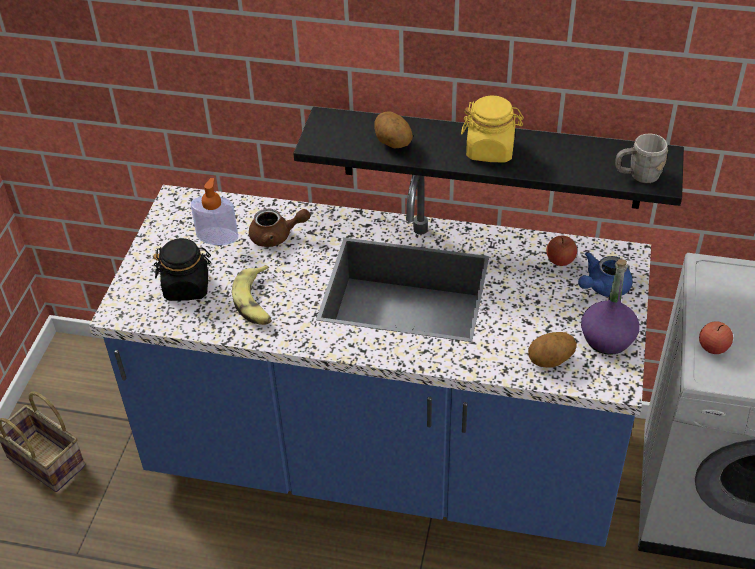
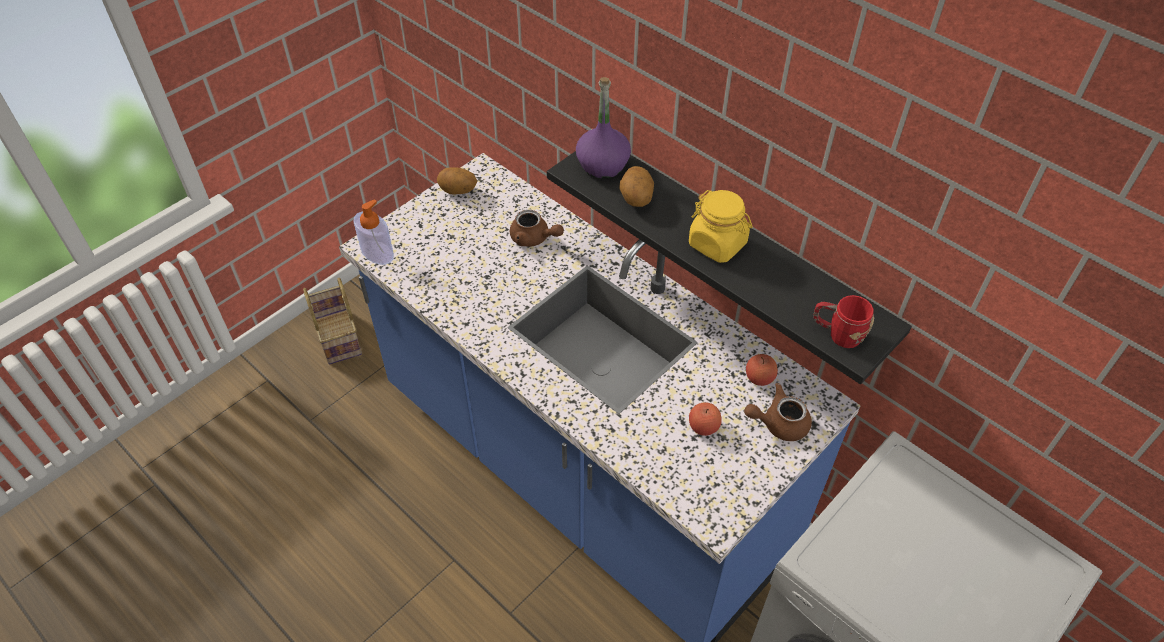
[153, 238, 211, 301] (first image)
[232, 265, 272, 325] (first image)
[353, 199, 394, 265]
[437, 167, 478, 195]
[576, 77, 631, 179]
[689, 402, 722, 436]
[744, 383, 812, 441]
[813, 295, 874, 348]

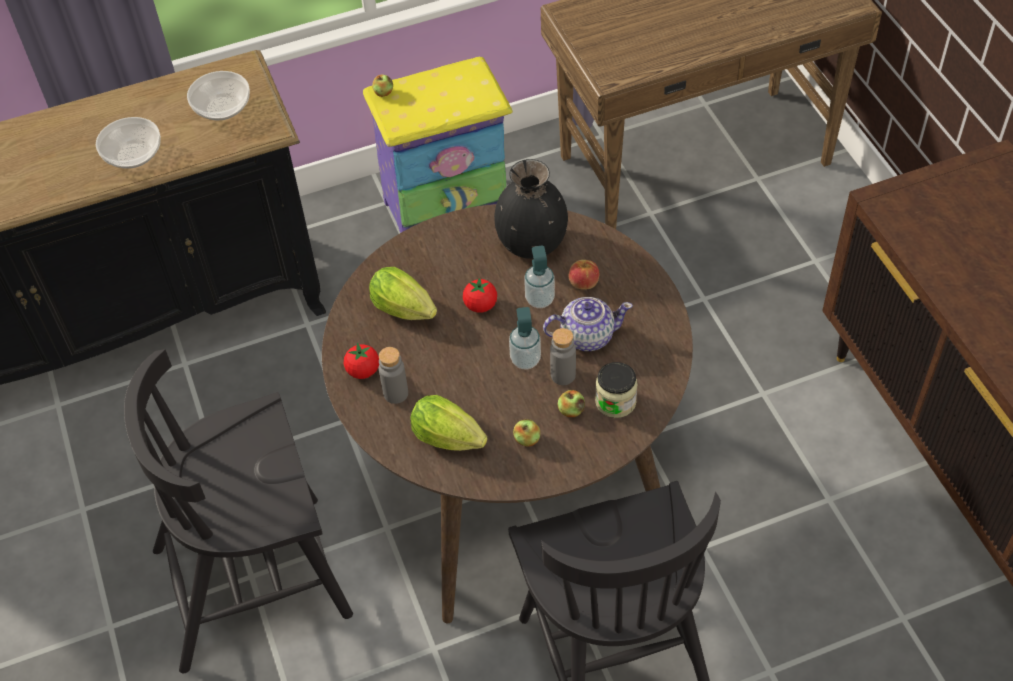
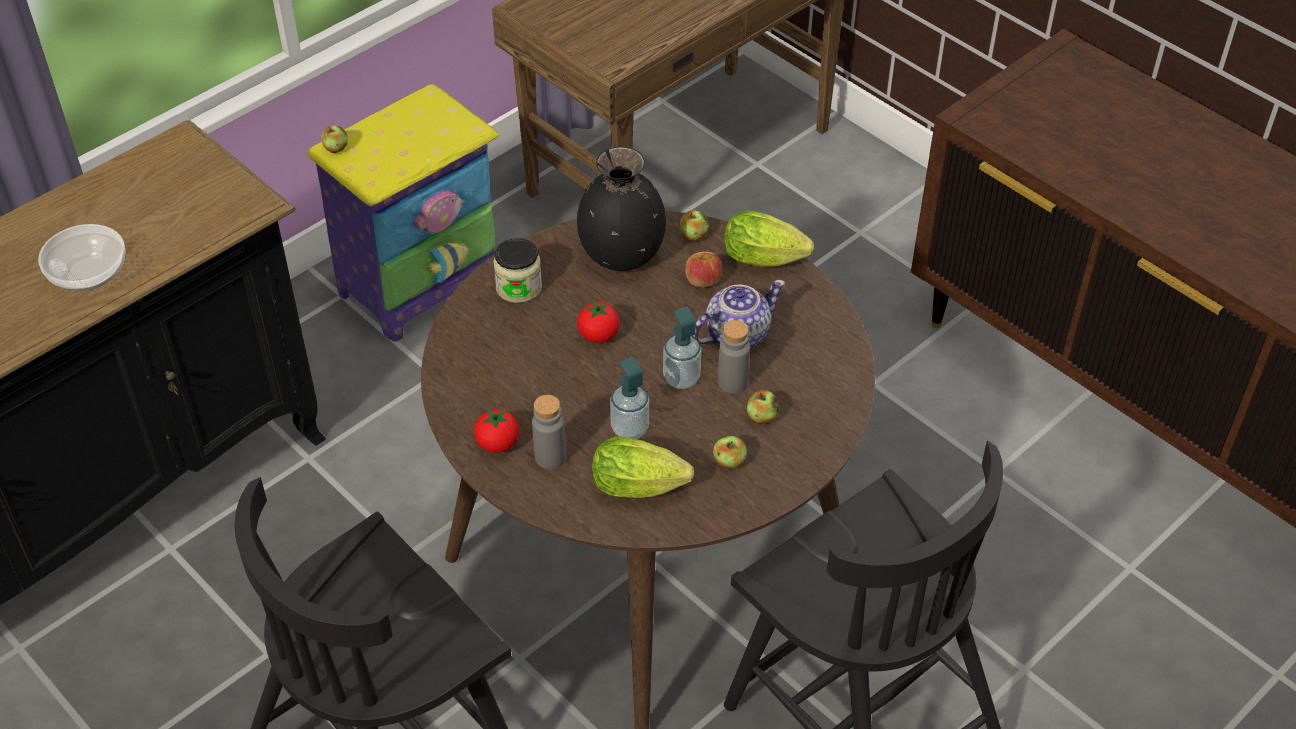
[187, 71, 250, 120] (first image)
[680, 211, 709, 241]
[724, 210, 814, 267]
[610, 357, 649, 439]
[493, 238, 542, 303]

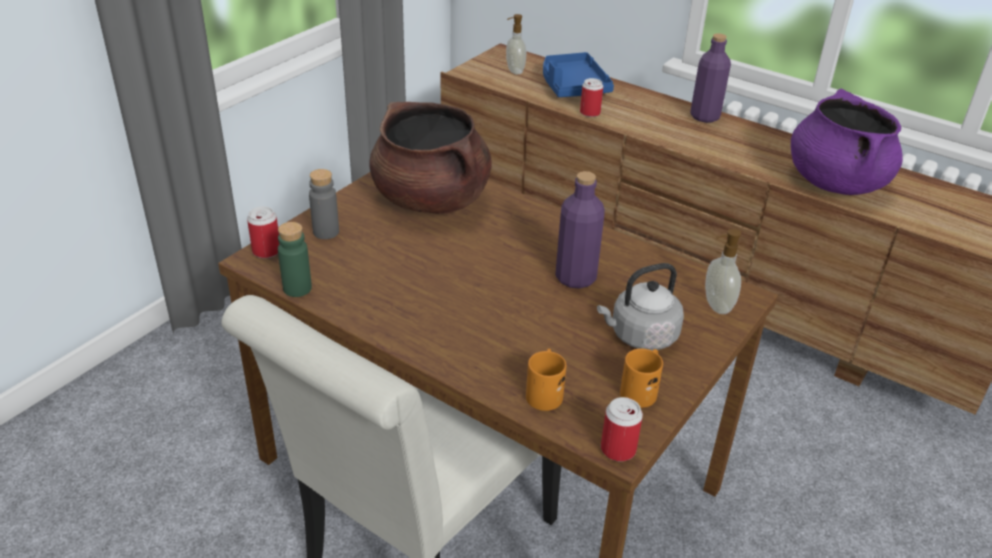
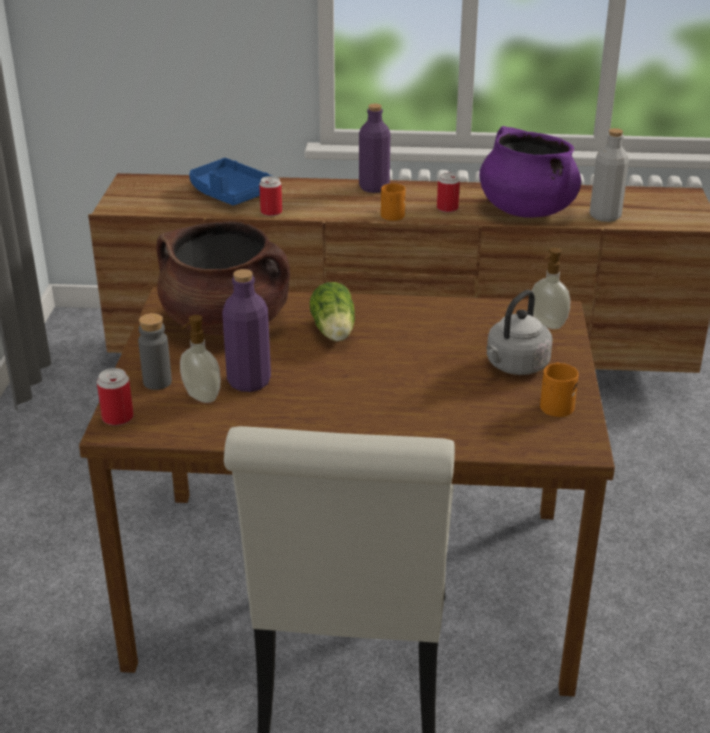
[278, 222, 312, 297] (first image)
[310, 282, 355, 342]
[590, 128, 629, 222]
[180, 315, 221, 403]
[381, 183, 406, 221]
[222, 269, 271, 392]
[437, 173, 460, 213]

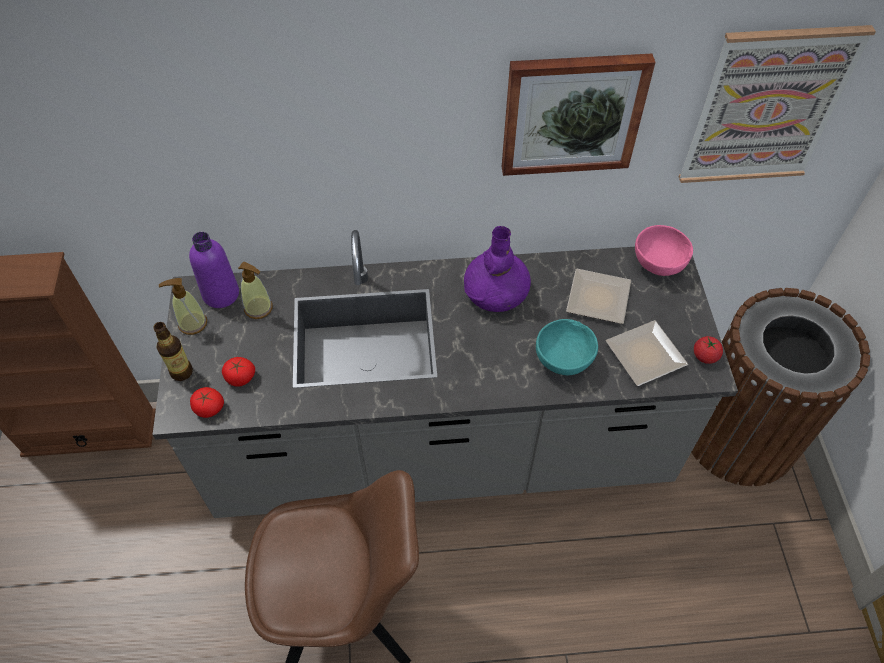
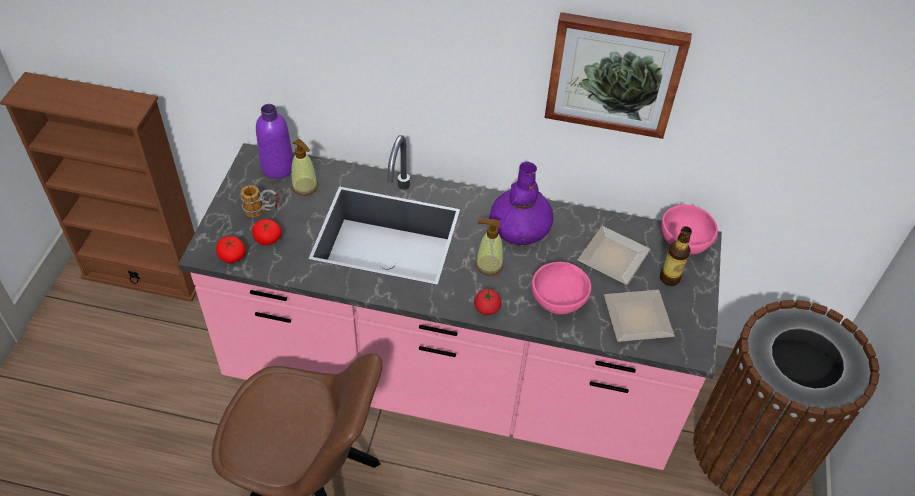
[679, 25, 876, 183] (first image)
[241, 185, 280, 217]
[660, 226, 692, 286]
[475, 219, 504, 275]
[474, 289, 501, 315]
[178, 135, 722, 470]
[531, 262, 591, 315]

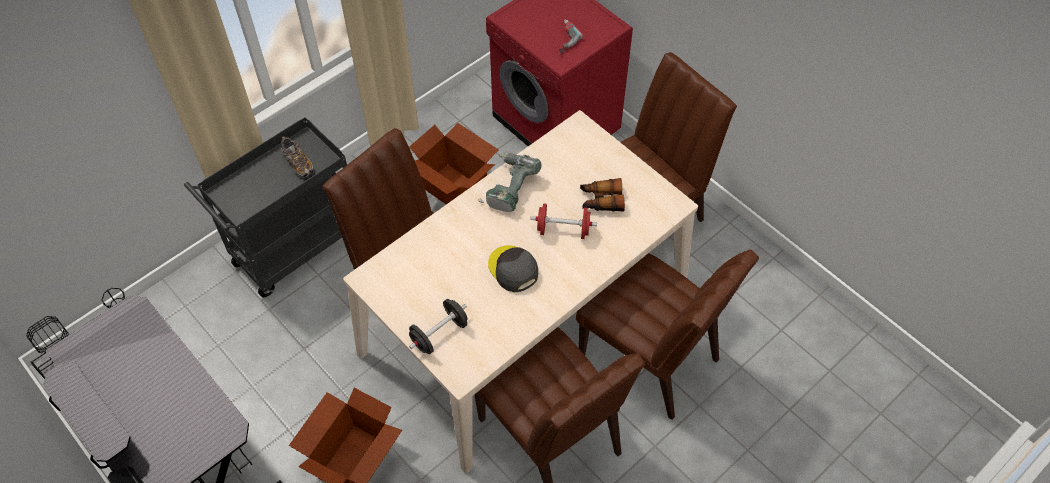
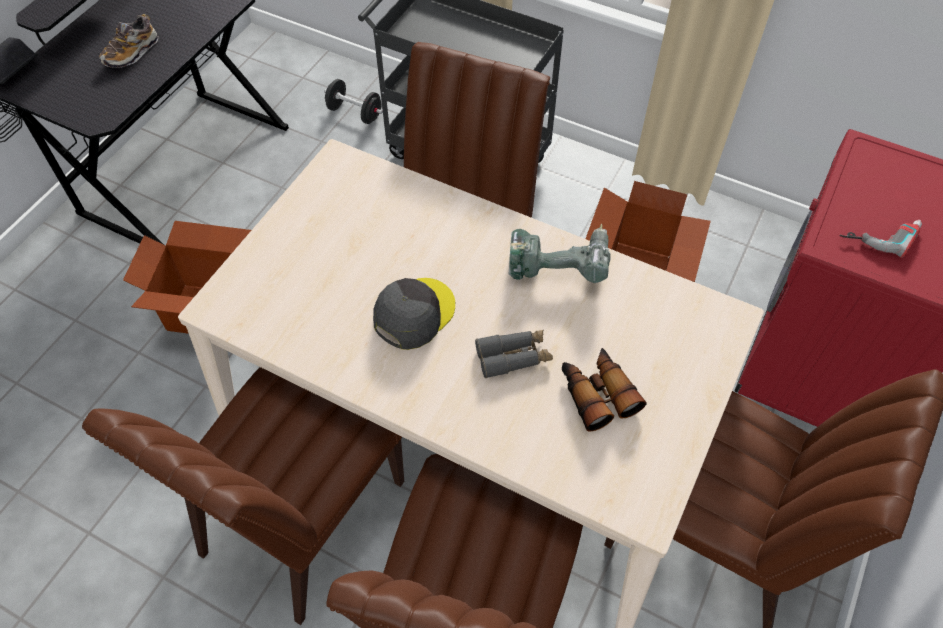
[99, 14, 159, 68]
[324, 79, 383, 124]
[475, 330, 553, 378]

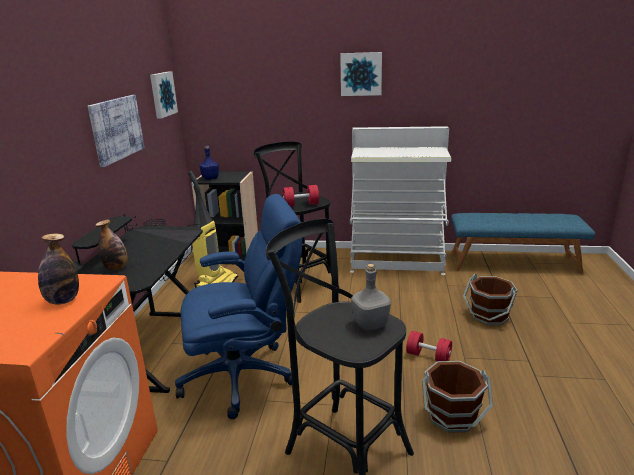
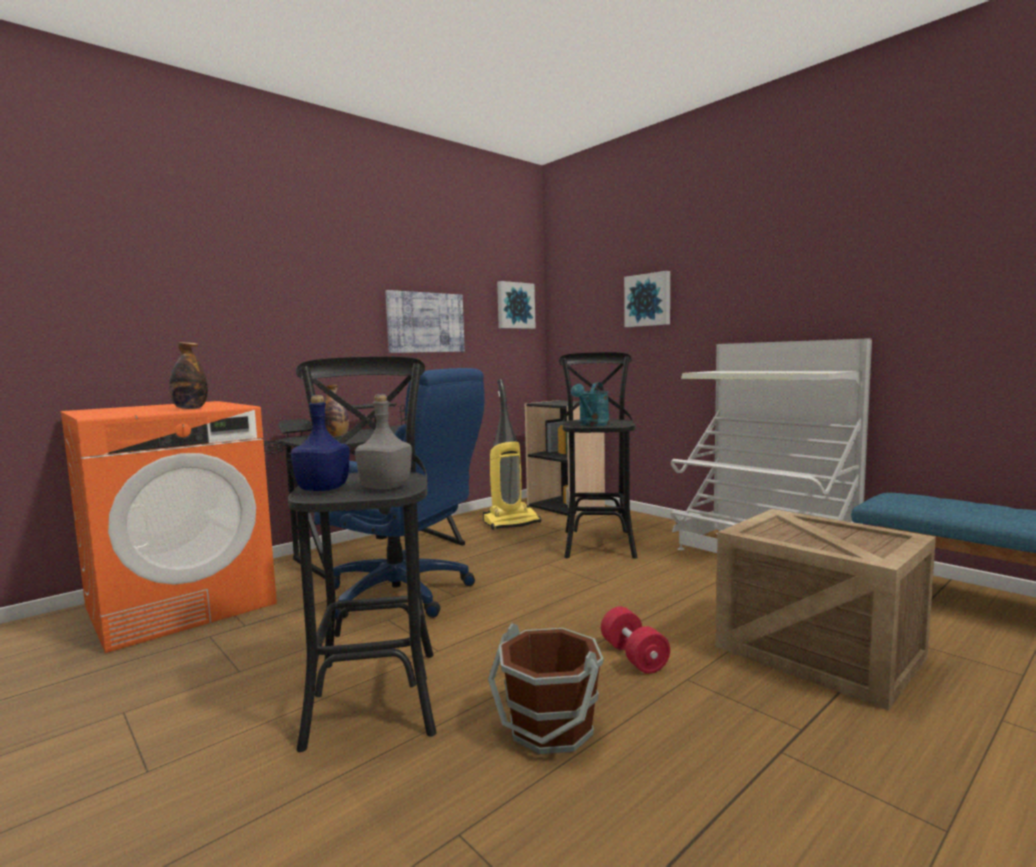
[291, 395, 350, 491]
[624, 271, 670, 327]
[571, 382, 610, 426]
[716, 509, 936, 710]

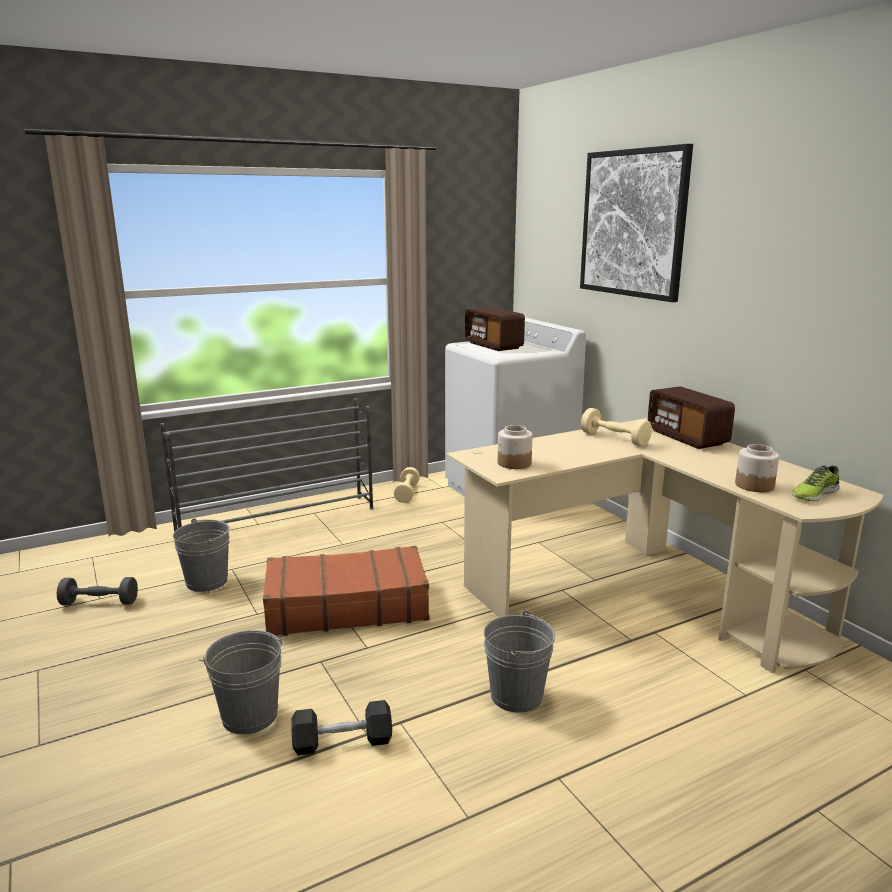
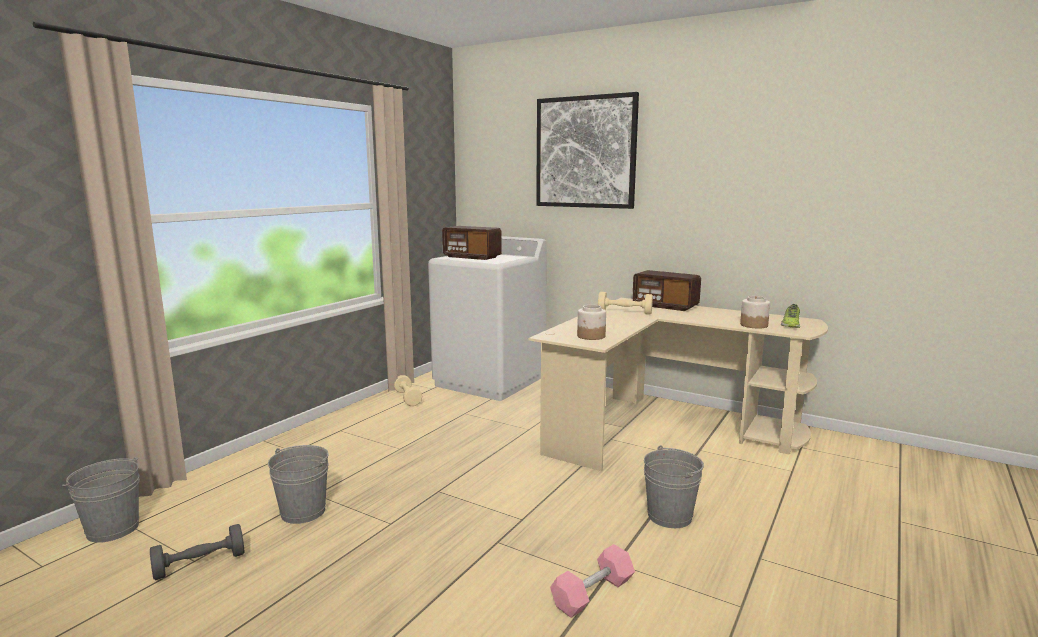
[160, 398, 373, 532] (first image)
[263, 546, 429, 636] (first image)
[62, 457, 140, 543]
[550, 544, 635, 618]

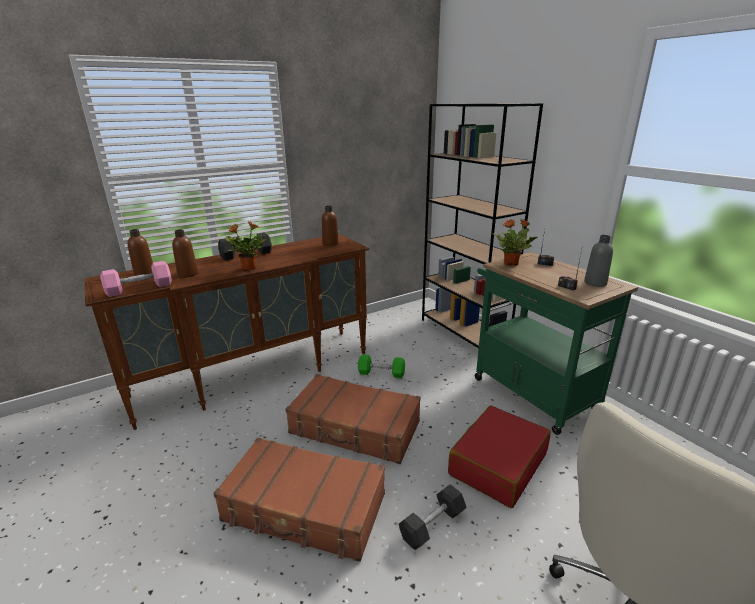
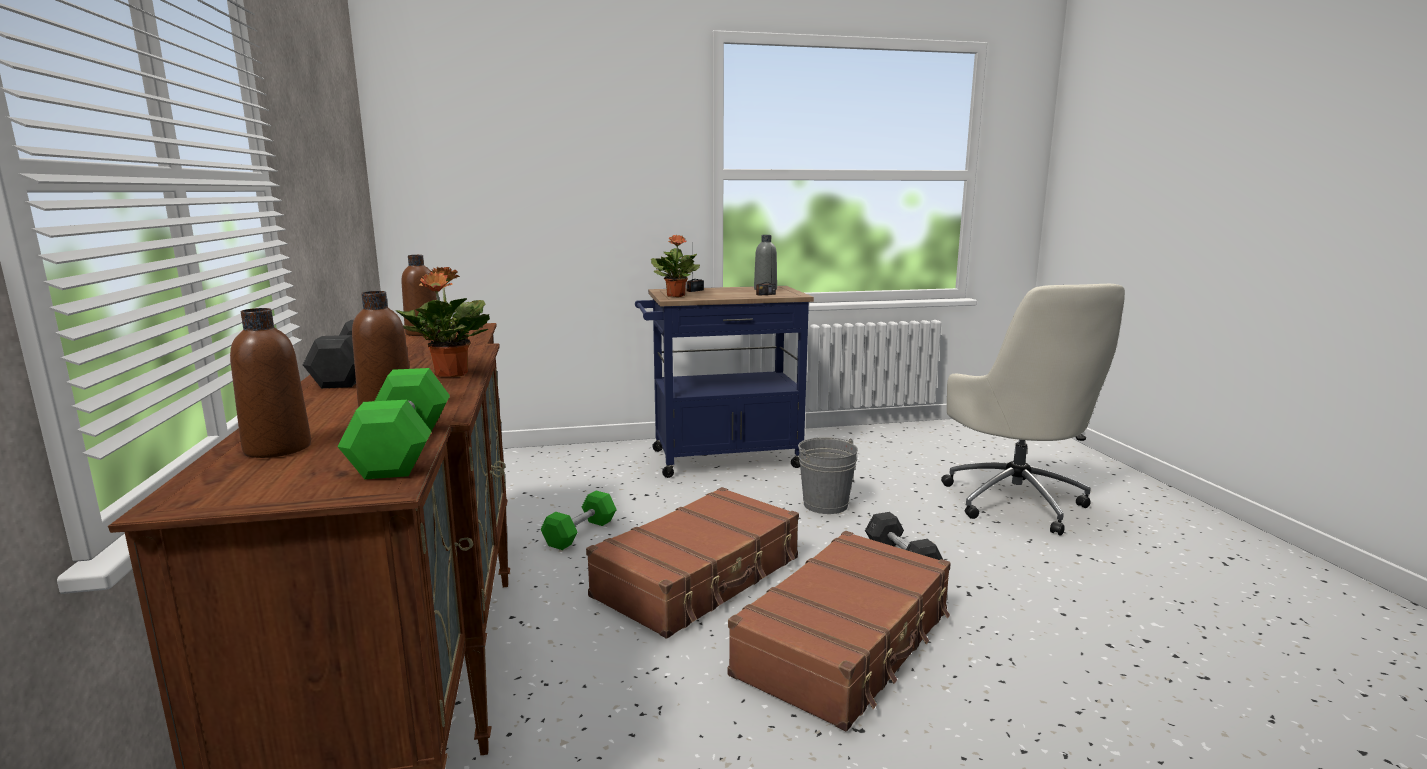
[422, 103, 543, 348] (first image)
[798, 437, 858, 514]
[338, 368, 450, 479]
[635, 286, 814, 478]

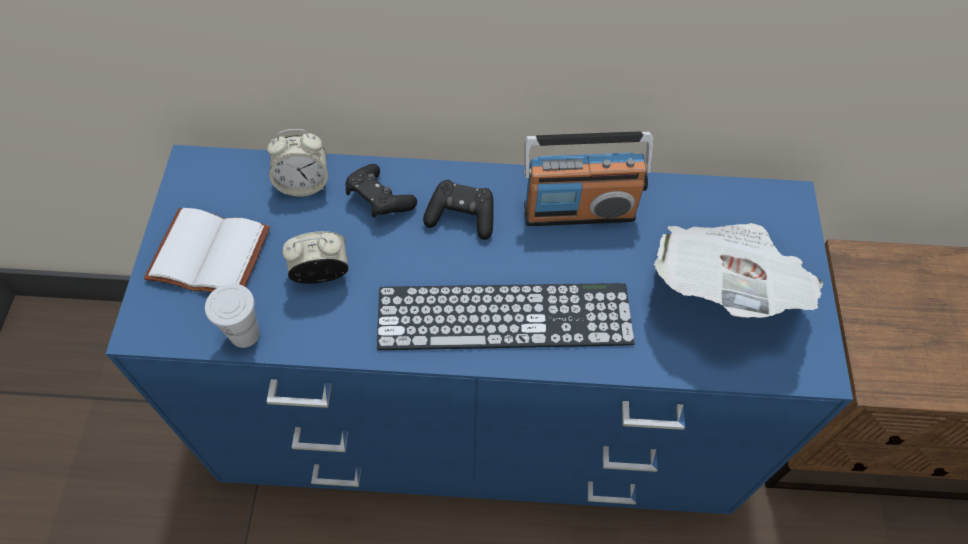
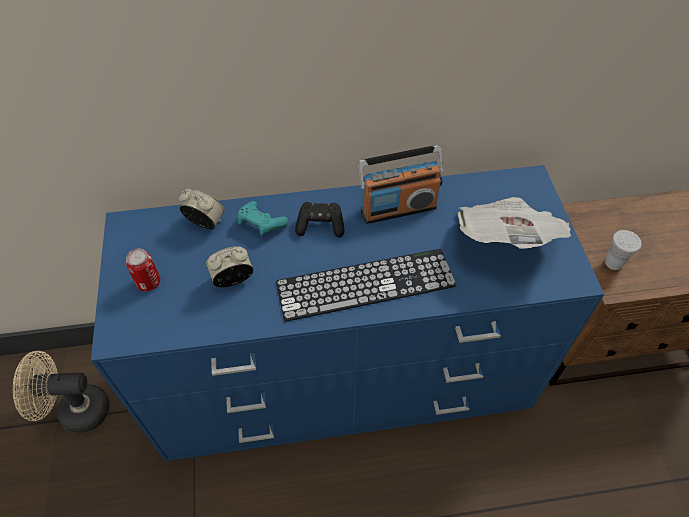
[13, 351, 110, 433]
[605, 230, 642, 270]
[126, 248, 160, 291]
[237, 201, 288, 235]
[179, 189, 225, 229]

